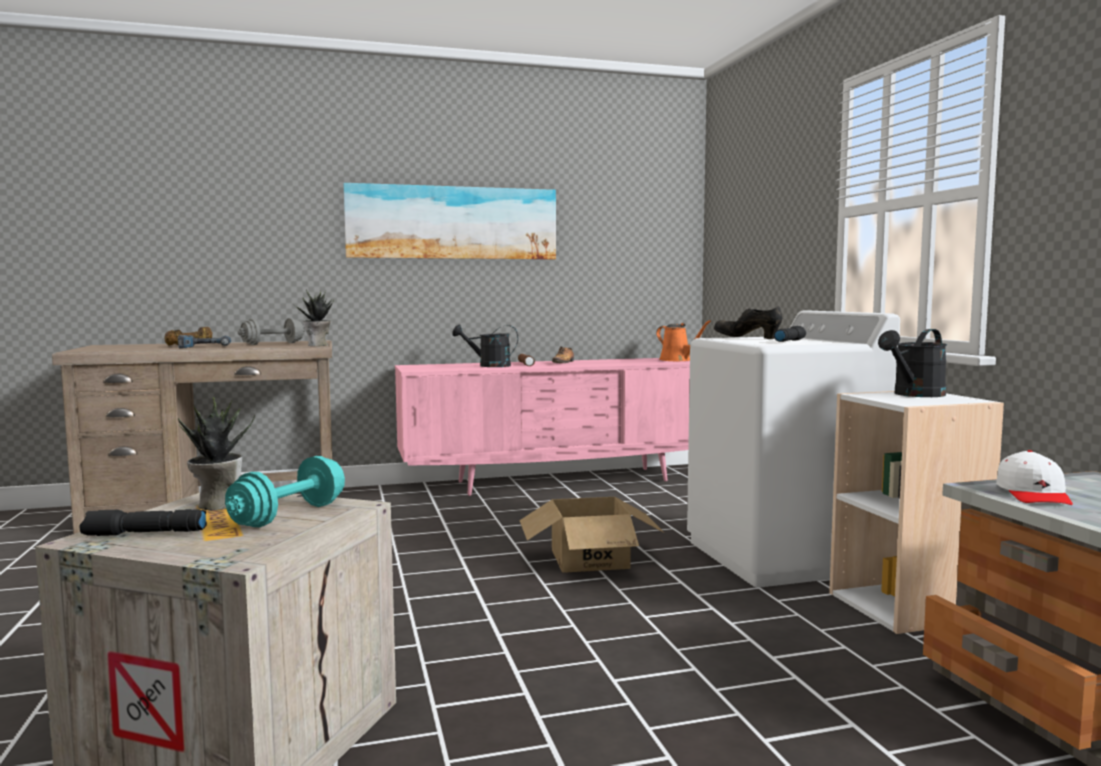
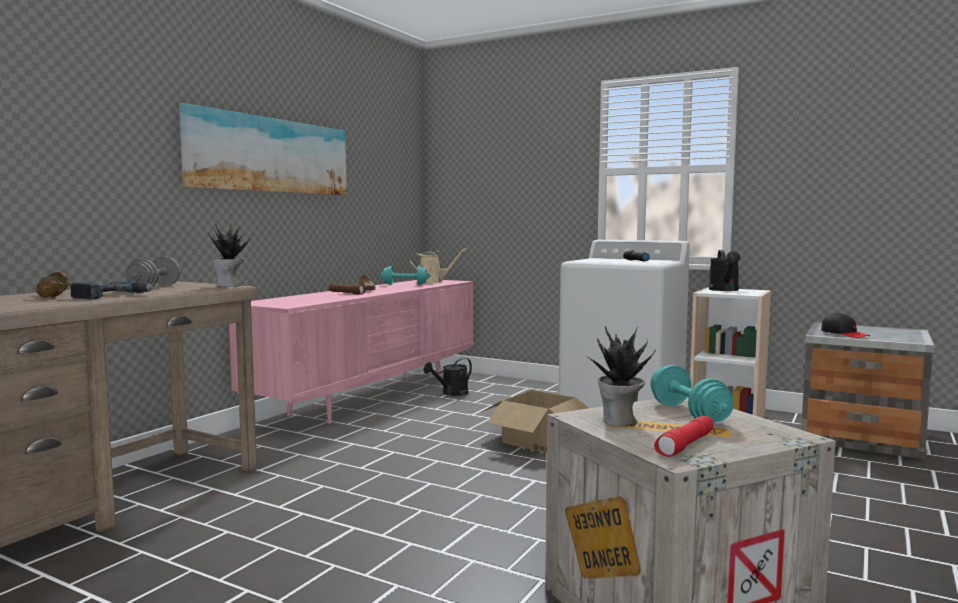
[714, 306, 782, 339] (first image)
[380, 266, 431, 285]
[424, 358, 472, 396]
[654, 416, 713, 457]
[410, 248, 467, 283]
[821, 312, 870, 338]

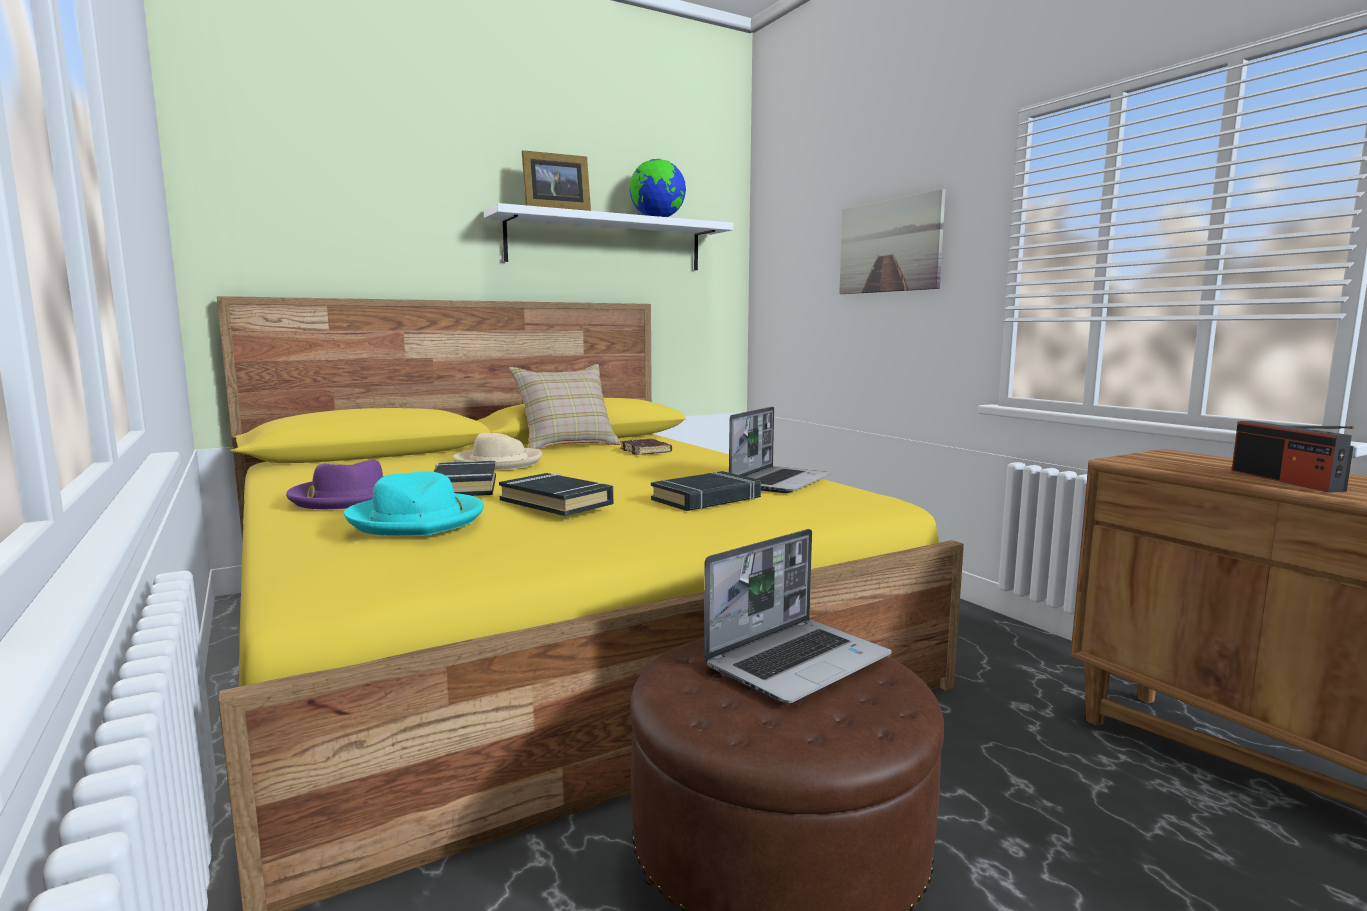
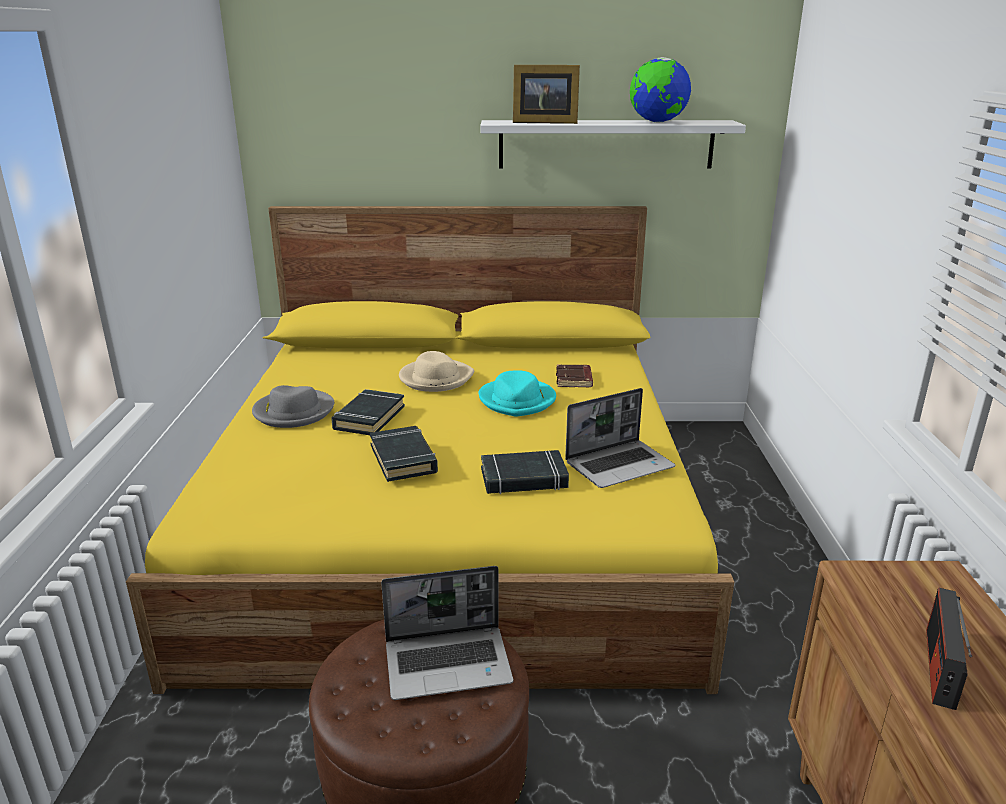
[509, 364, 621, 449] (first image)
[839, 189, 946, 294] (first image)
[479, 370, 556, 417]
[252, 385, 334, 428]

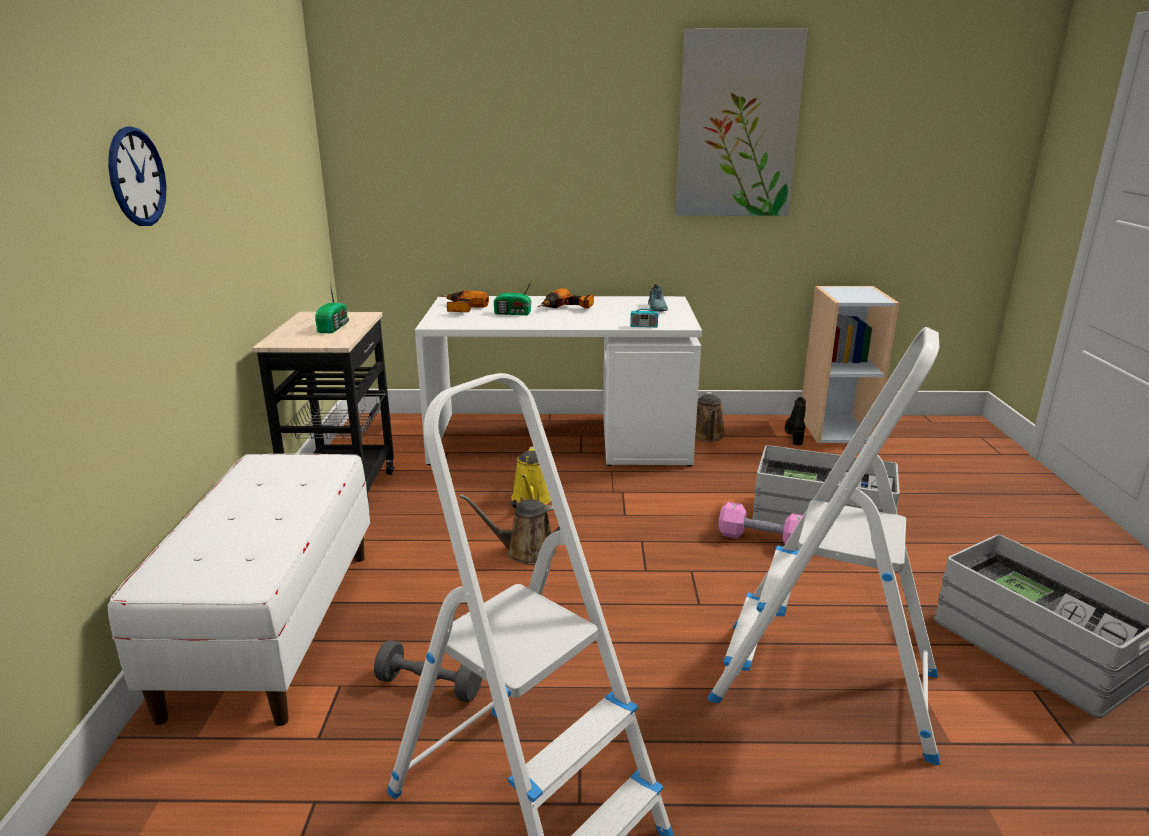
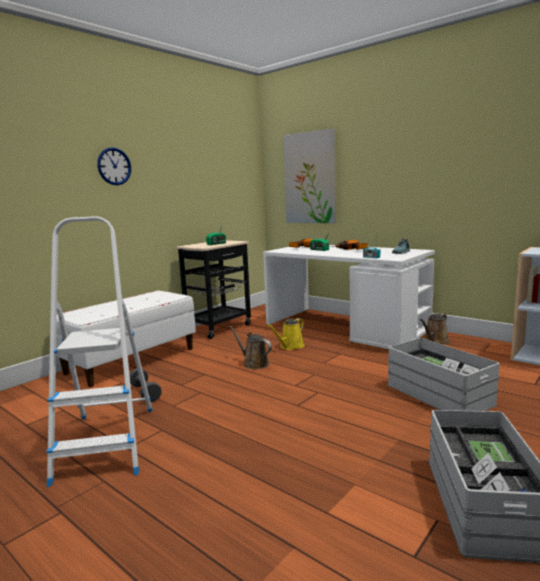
[707, 327, 940, 765] (first image)
[718, 502, 803, 550] (first image)
[784, 397, 806, 446] (first image)
[283, 128, 336, 223]

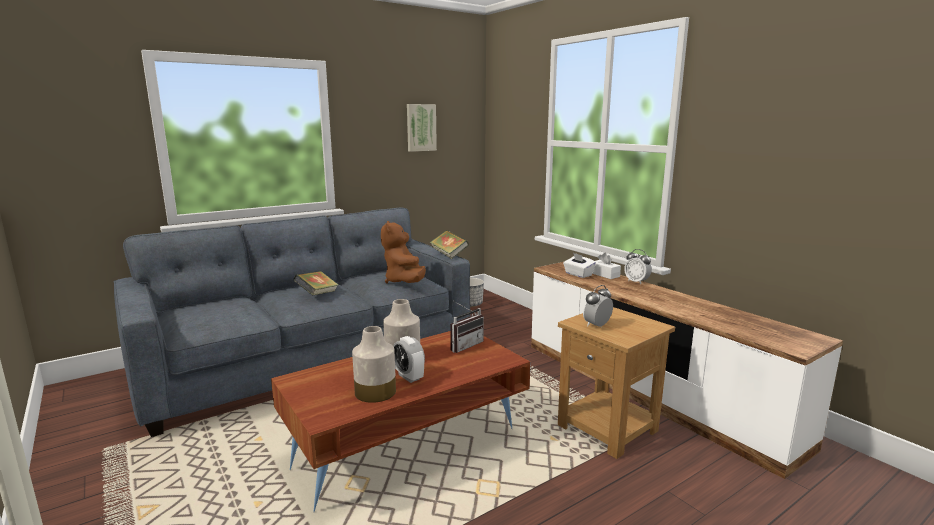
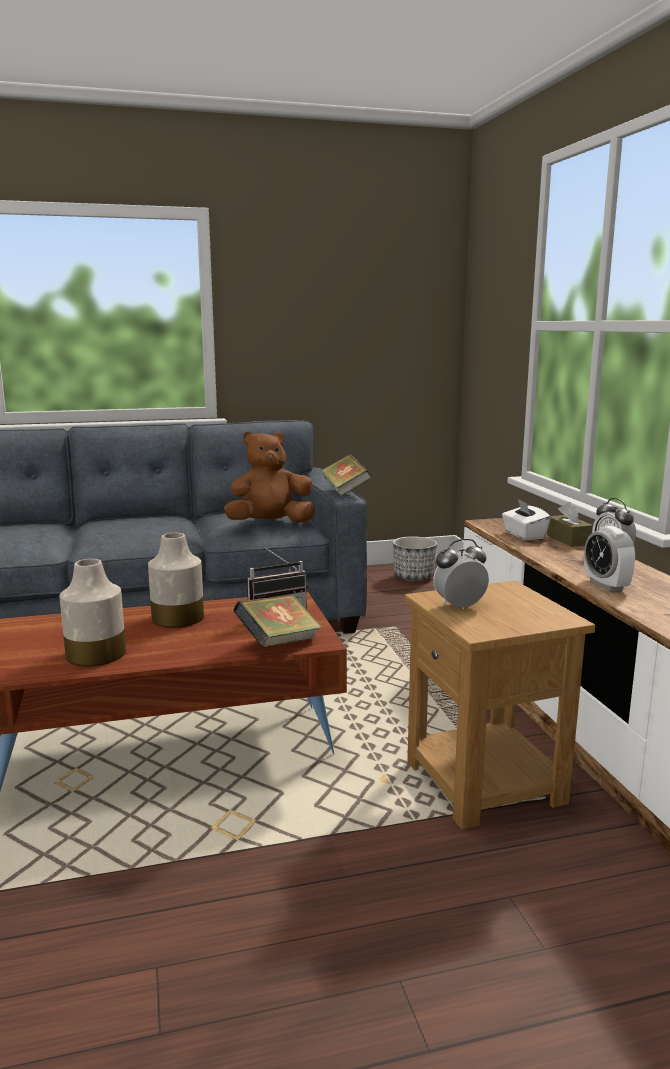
[407, 104, 437, 152] (first image)
[233, 595, 322, 647]
[584, 526, 636, 591]
[547, 502, 593, 547]
[224, 431, 315, 523]

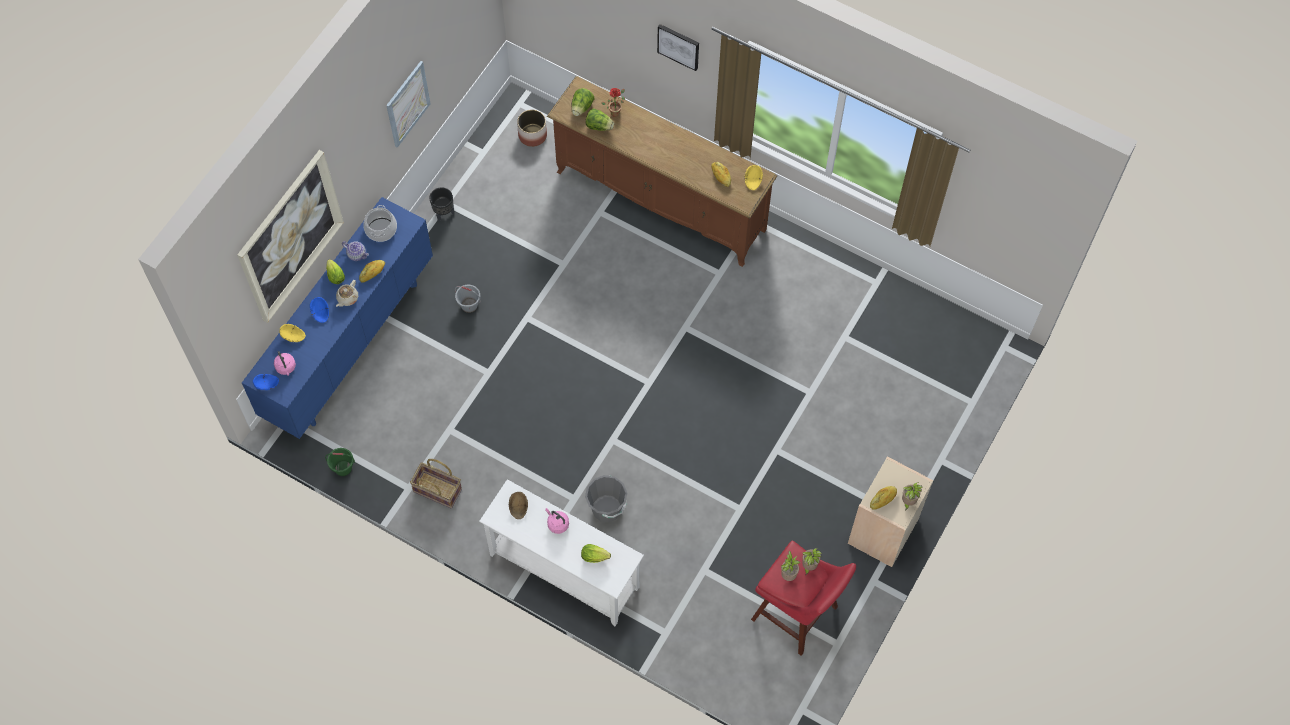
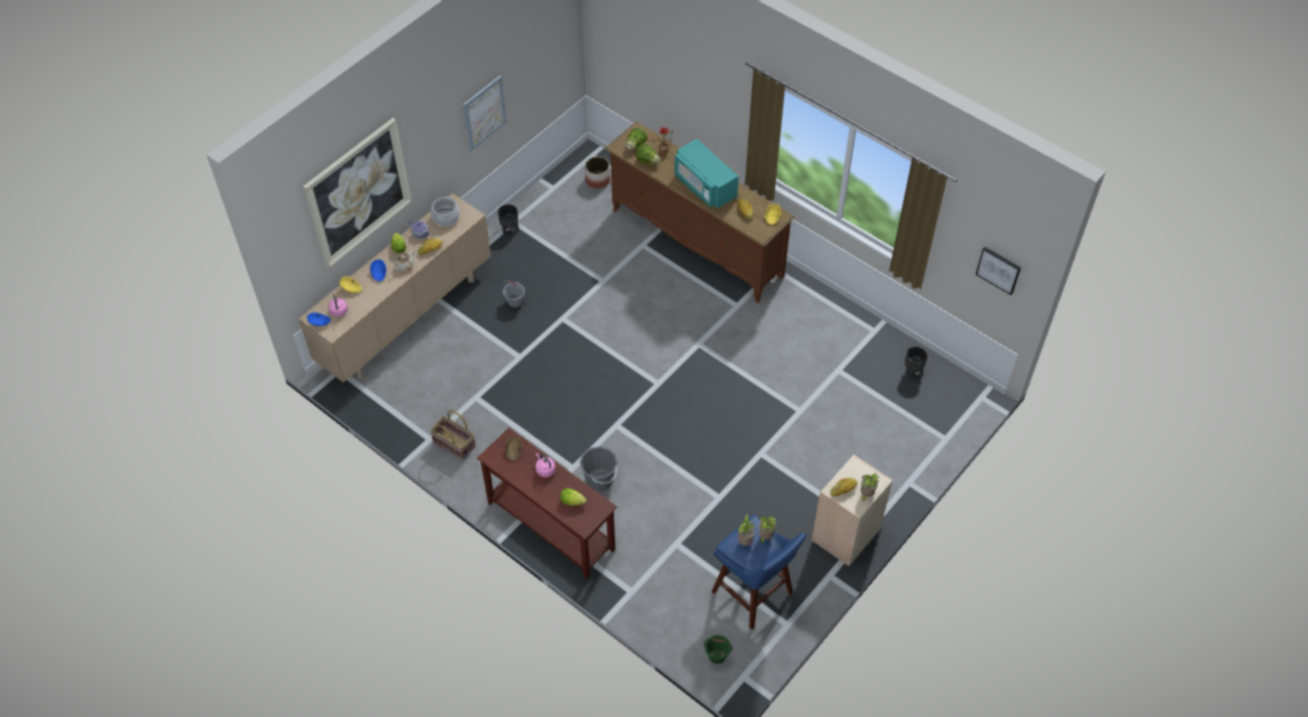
[675, 139, 739, 208]
[905, 346, 928, 379]
[704, 635, 732, 664]
[976, 247, 1021, 295]
[299, 193, 491, 382]
[477, 428, 617, 579]
[711, 514, 806, 630]

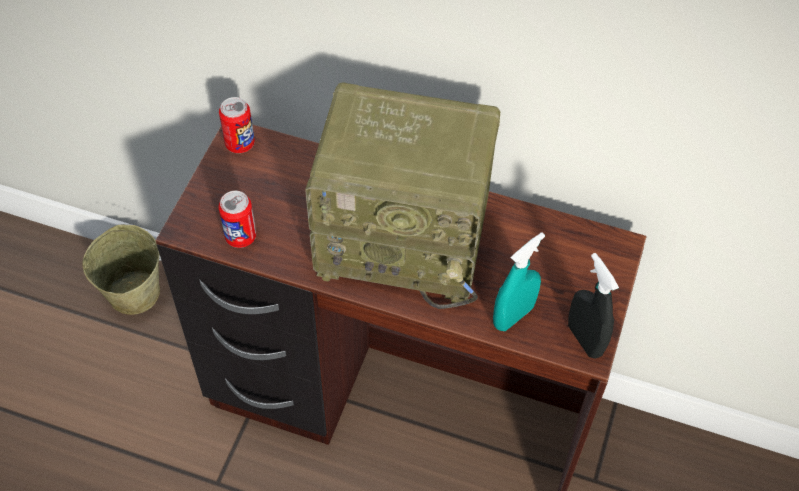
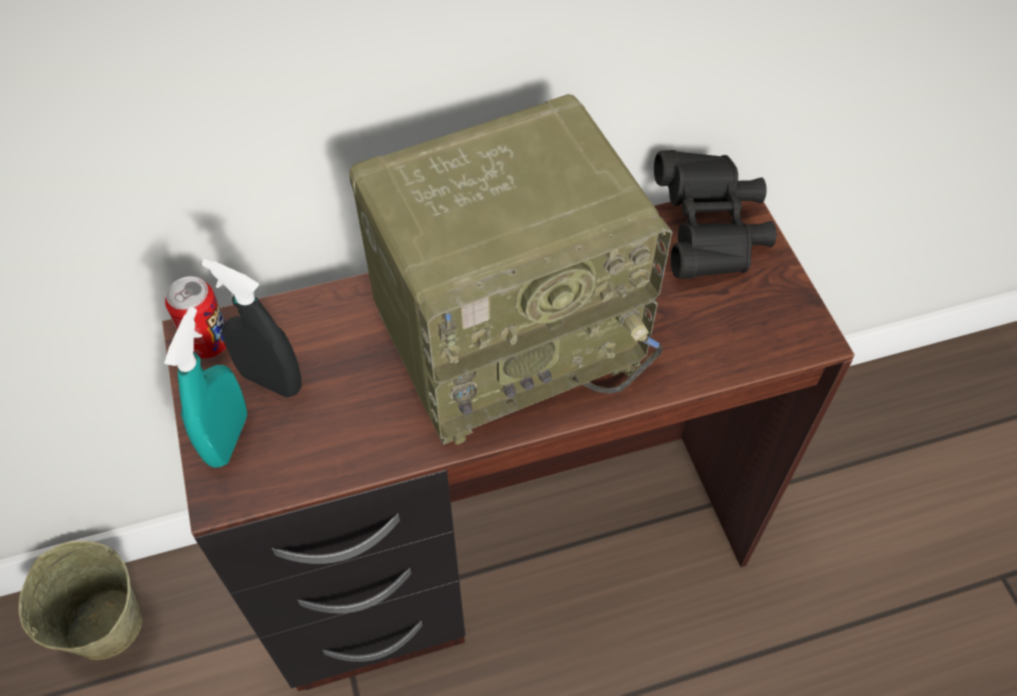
[218, 191, 256, 248] (first image)
[654, 150, 777, 279]
[164, 307, 247, 468]
[202, 258, 302, 398]

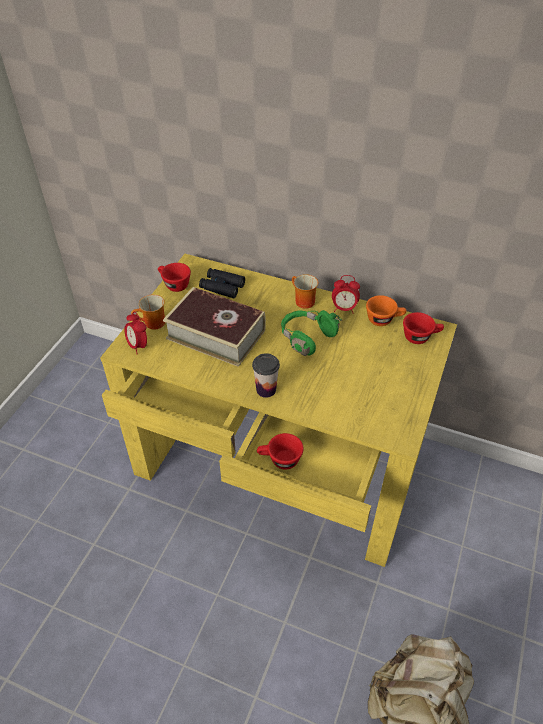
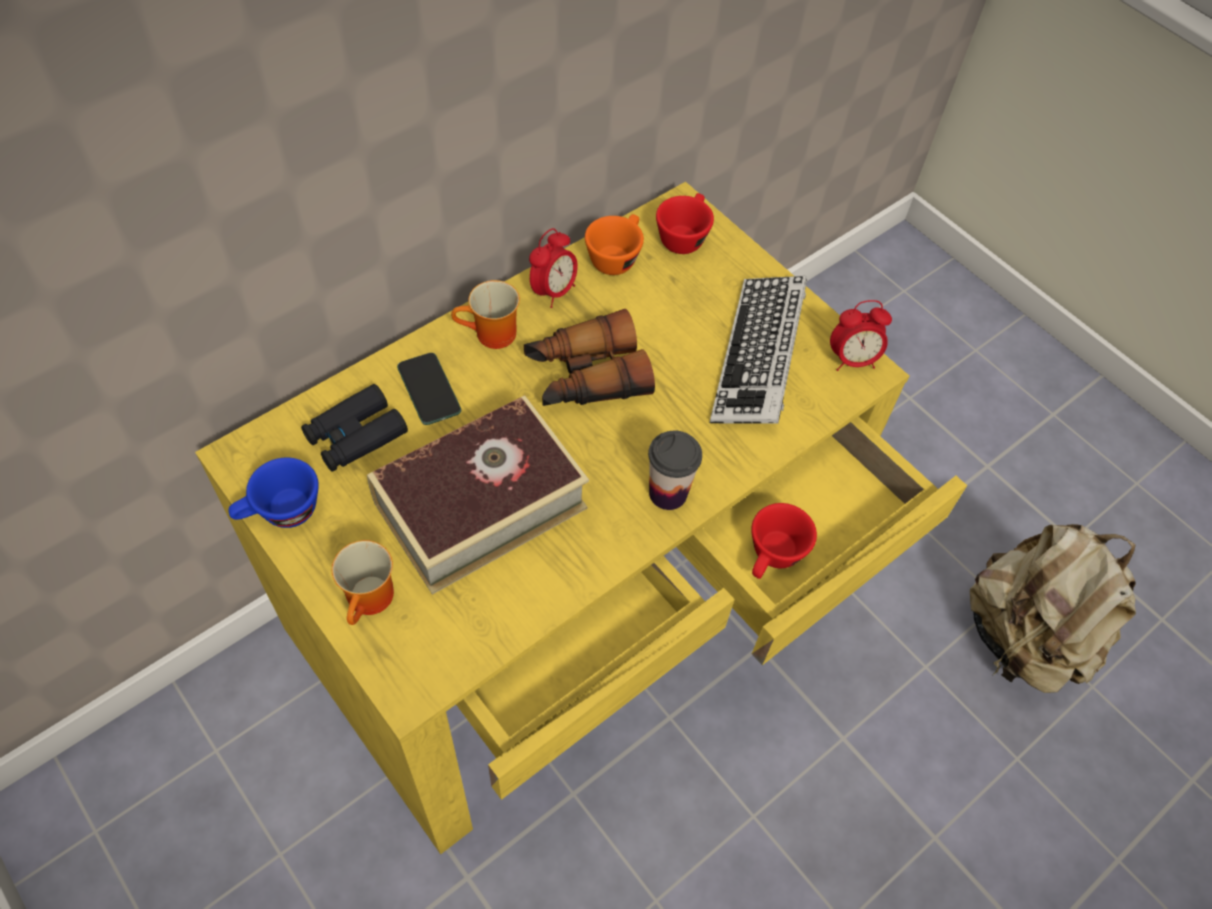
[397, 353, 461, 425]
[710, 276, 807, 423]
[830, 300, 892, 371]
[524, 309, 655, 406]
[229, 458, 319, 528]

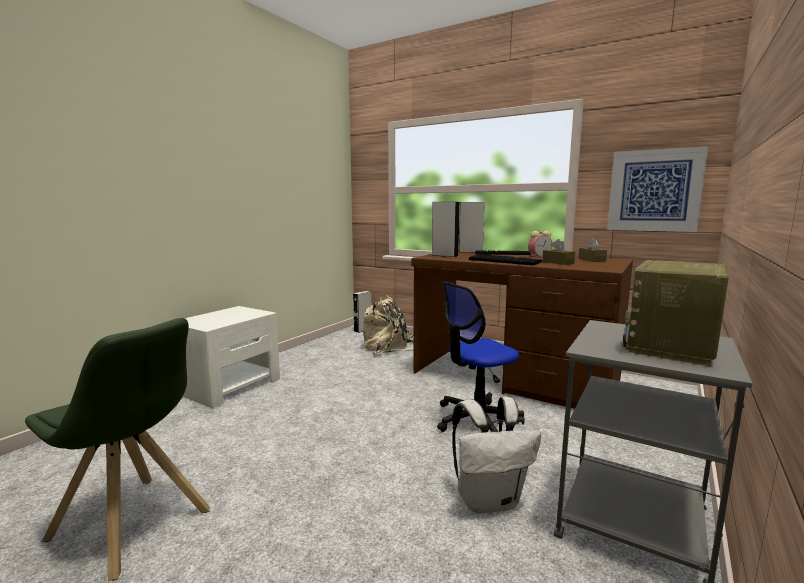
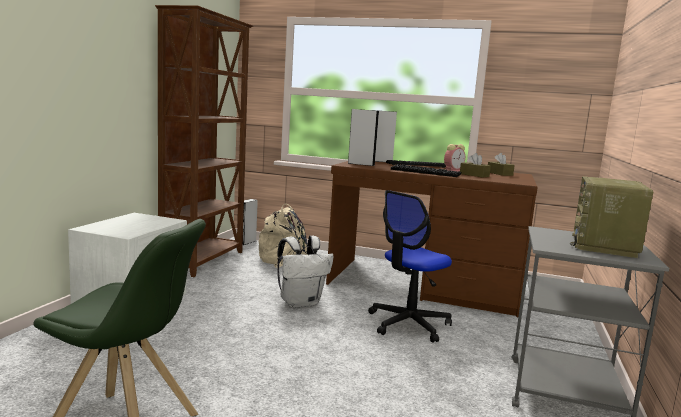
[607, 146, 708, 232] (first image)
[155, 5, 253, 277]
[277, 236, 334, 308]

